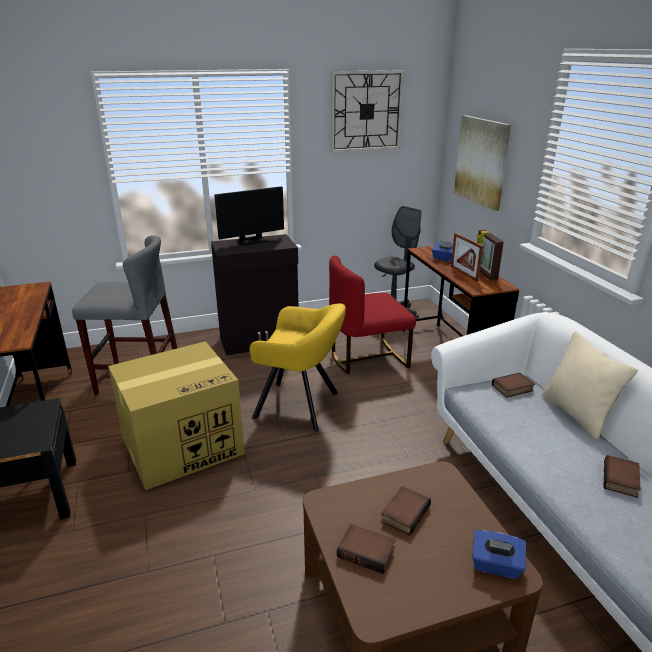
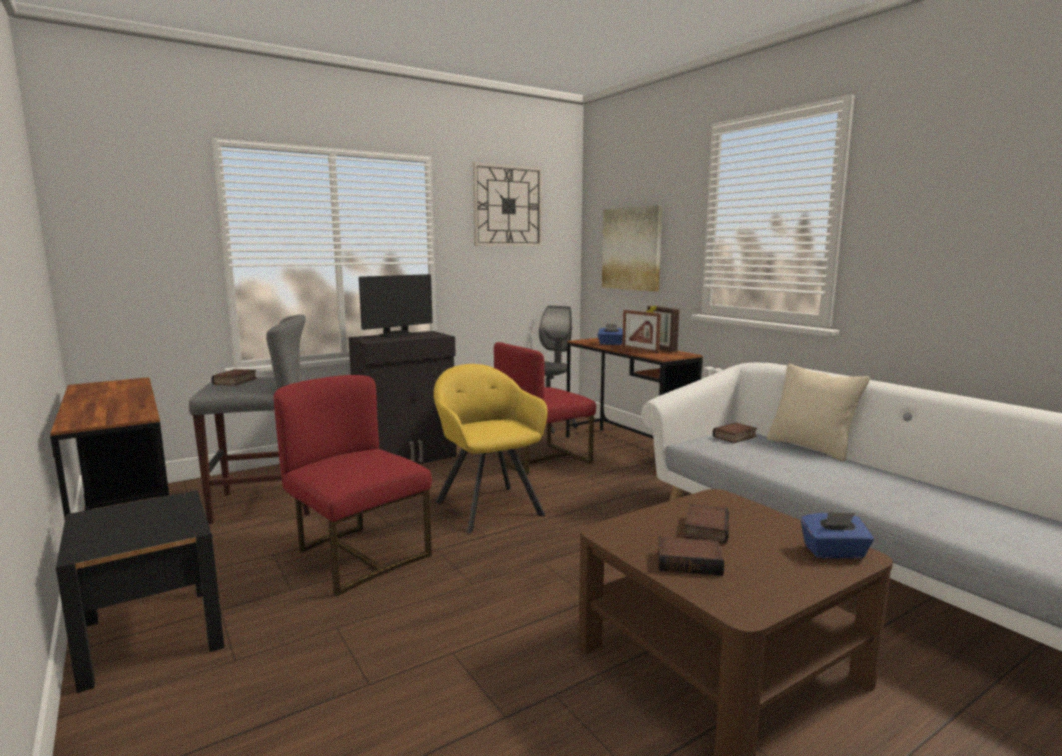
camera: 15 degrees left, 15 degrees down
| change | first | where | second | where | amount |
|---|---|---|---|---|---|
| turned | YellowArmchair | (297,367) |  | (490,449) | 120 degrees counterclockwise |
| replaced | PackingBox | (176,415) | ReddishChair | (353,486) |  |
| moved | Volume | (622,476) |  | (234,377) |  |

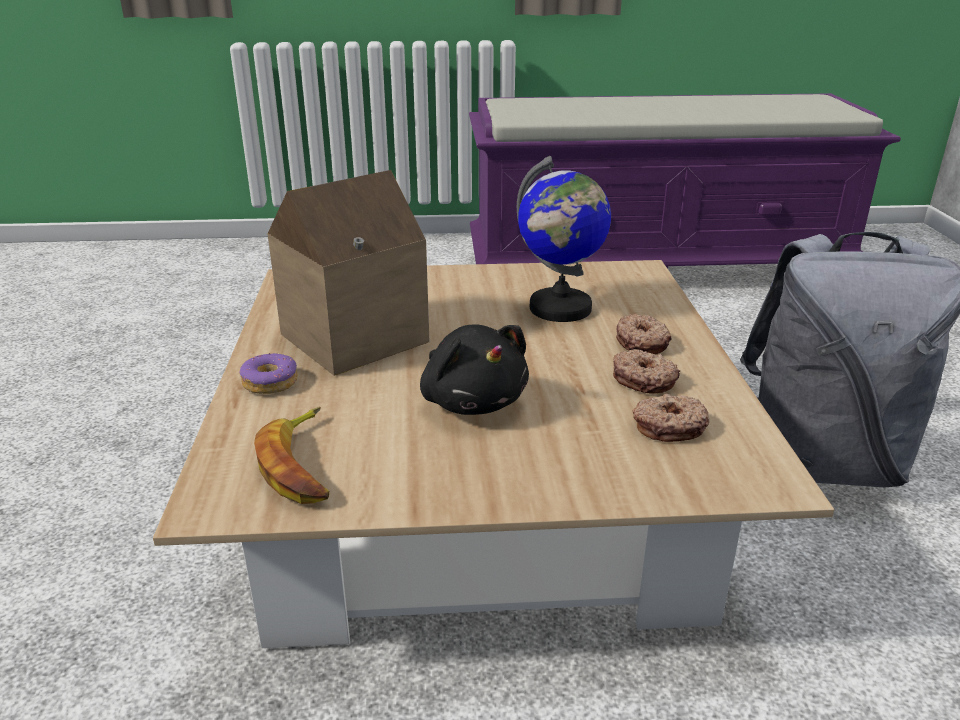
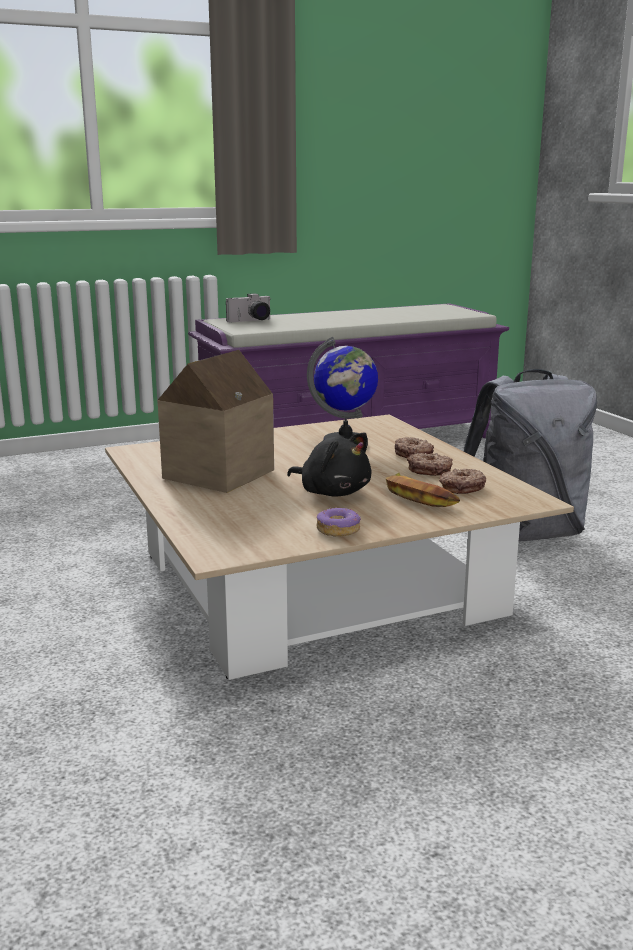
camera: 20 degrees left, 10 degrees down
| change | first | where | second | where | amount |
|---|---|---|---|---|---|
| moved | Doughnut | (268,373) |  | (339,522) |  |
| moved | BananaFruit | (291,455) |  | (423,489) |  |
| added |  |  | PhotoCamera | (248,307) |  |

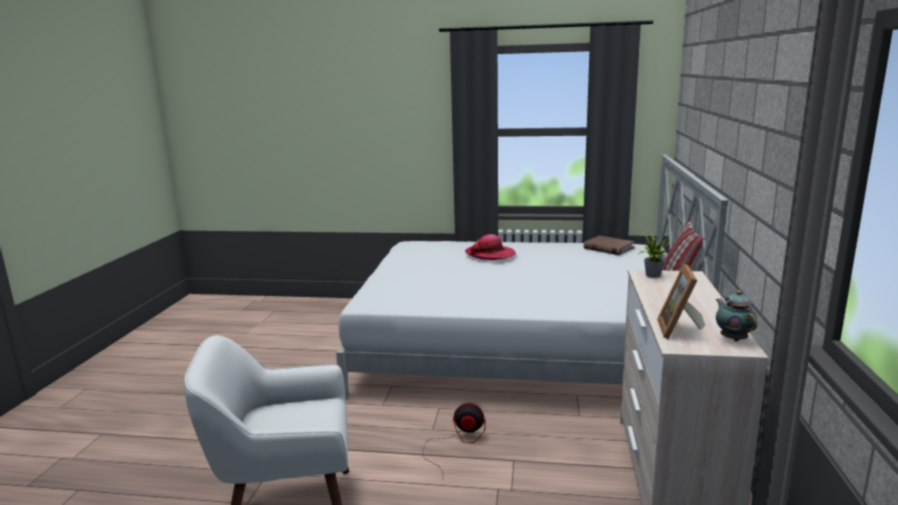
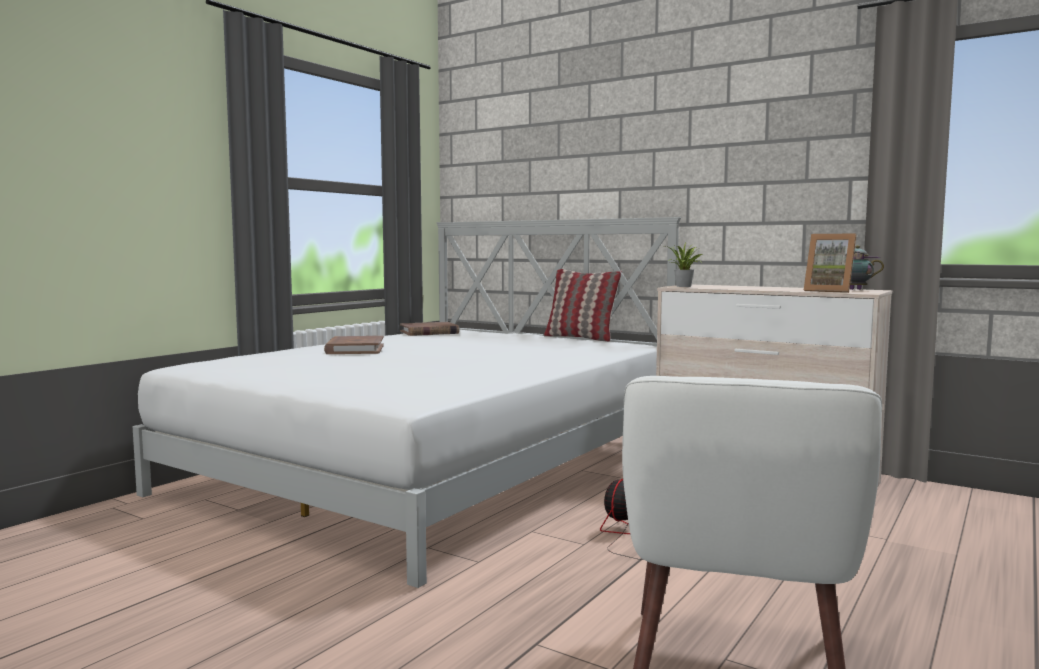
camera: 65 degrees left, 10 degrees down
| change | first | where | second | where | amount |
|---|---|---|---|---|---|
| replaced | WearableHat | (490,247) | BrownColouredVolume | (354,345) |  |

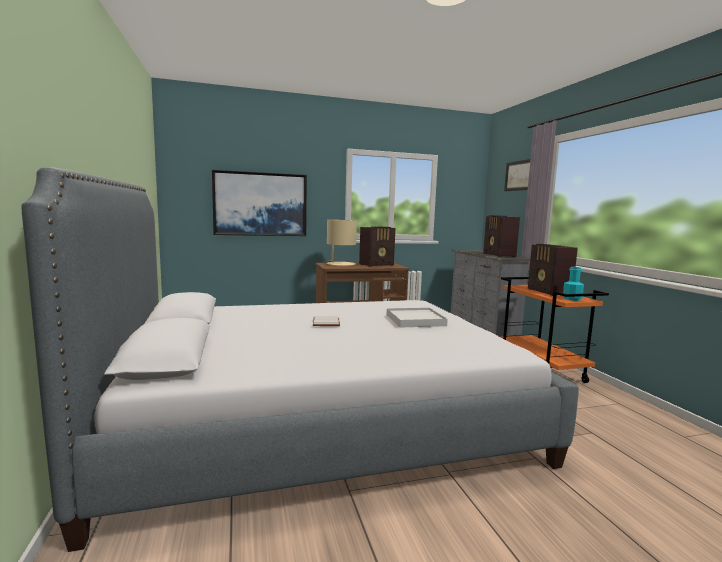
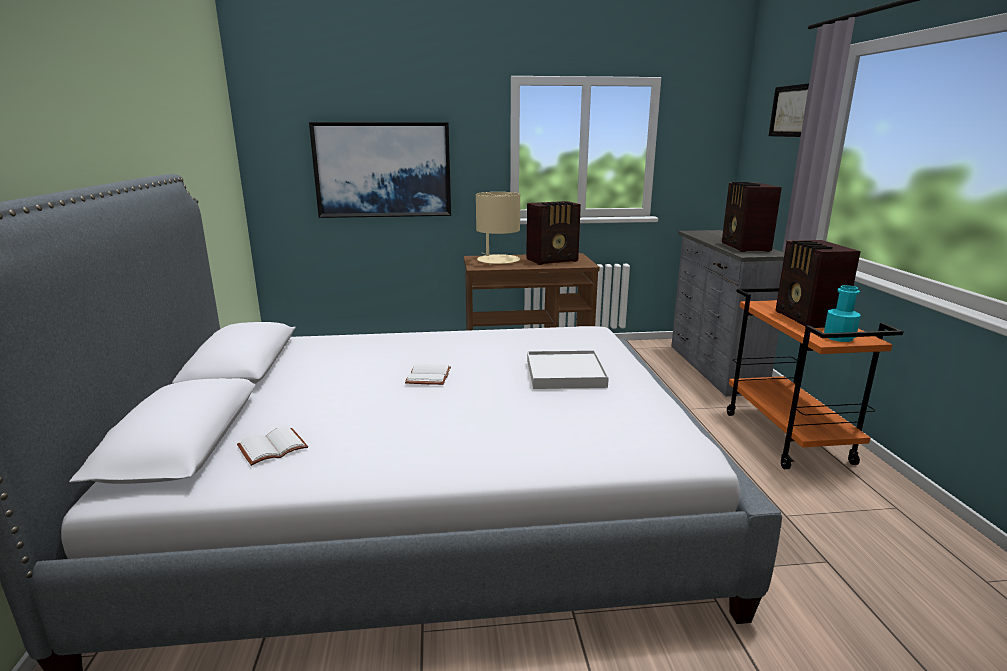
camera: 10 degrees right, 10 degrees up
| change | first | where | second | where | amount |
|---|---|---|---|---|---|
| added |  |  | WhiteVolume | (272,446) |  |

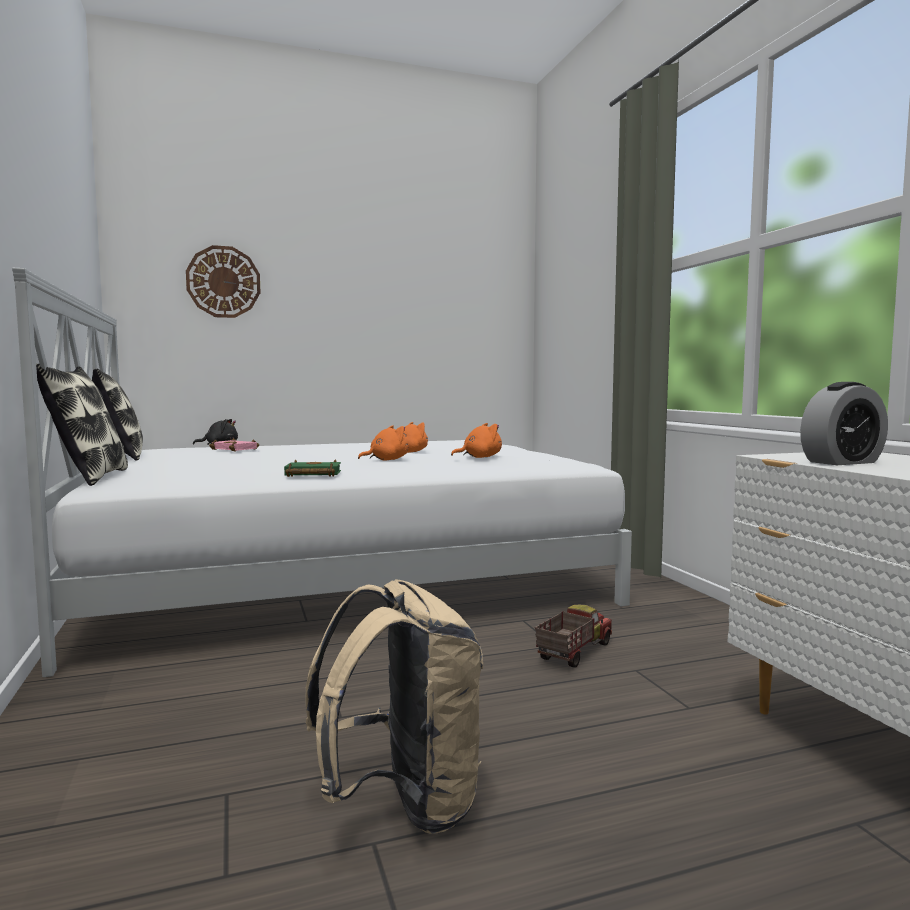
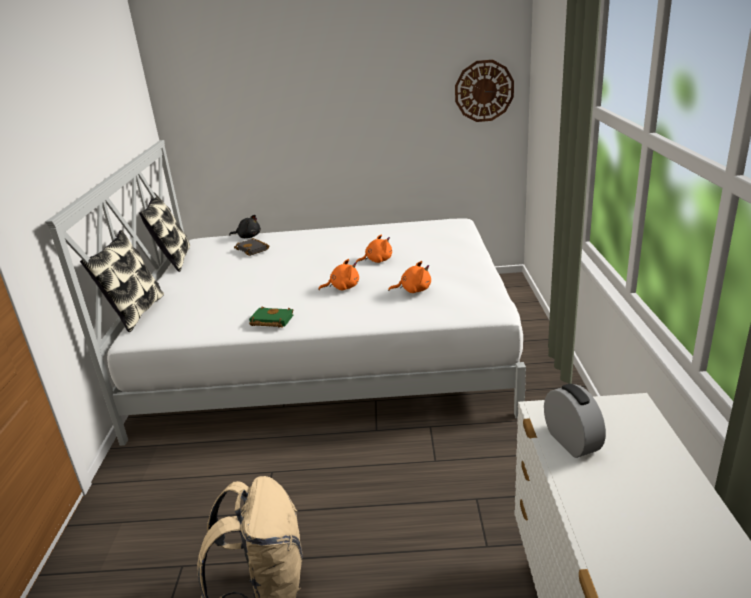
camera: 20 degrees right, 20 degrees up
| change | first | where | second | where | amount |
|---|---|---|---|---|---|
| moved | ClockOnTheWall | (223,281) |  | (484,91) |  |
| turned | AlarmClock | (844,423) |  | (575,421) | 105 degrees counterclockwise |
| recoloured | PinkColouredVolume | (234,444) | BlackVolume | (252,247) |  |
| removed | ModelTruck | (573,636) |  |  |  |

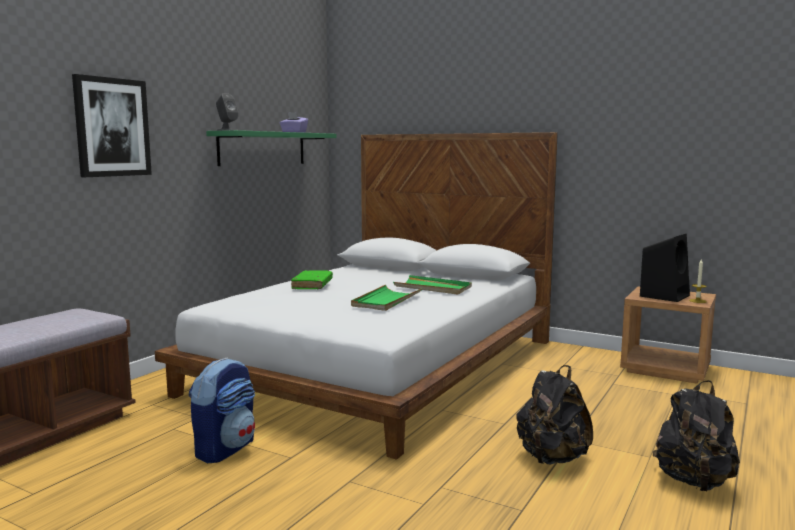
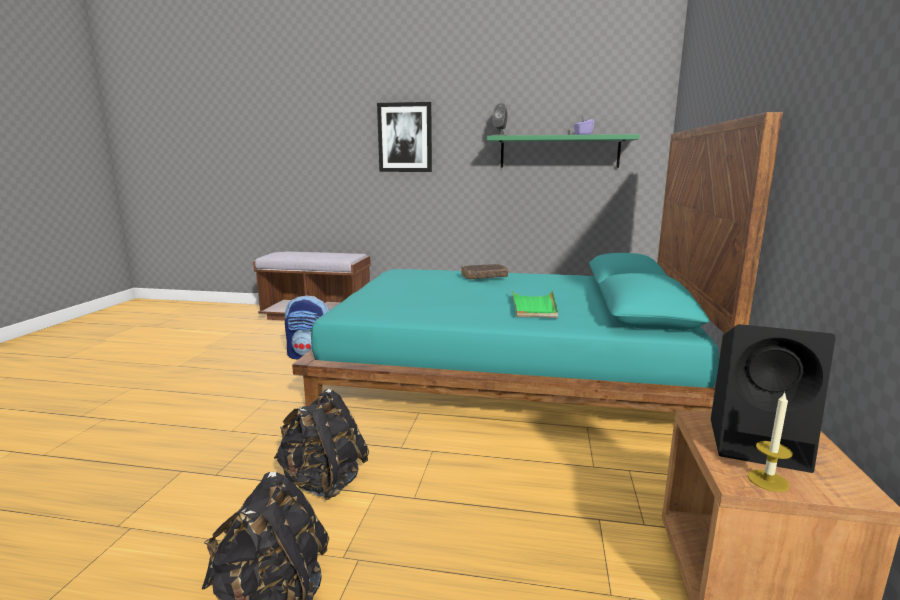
camera: 70 degrees right, 5 degrees up
| change | first | where | second | where | amount |
|---|---|---|---|---|---|
| recoloured | WhiteBedroomBed | (356,296) | BlueGreenBedroomBed | (537,262) |  |
| recoloured | GreenColouredVolume | (312,279) | BrownColouredVolume | (484,271) |  |
| removed | GreenColouredTray | (386,298) |  |  |  |

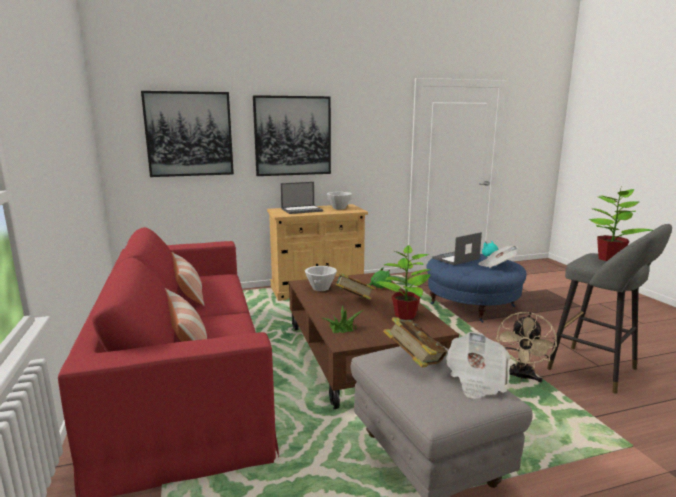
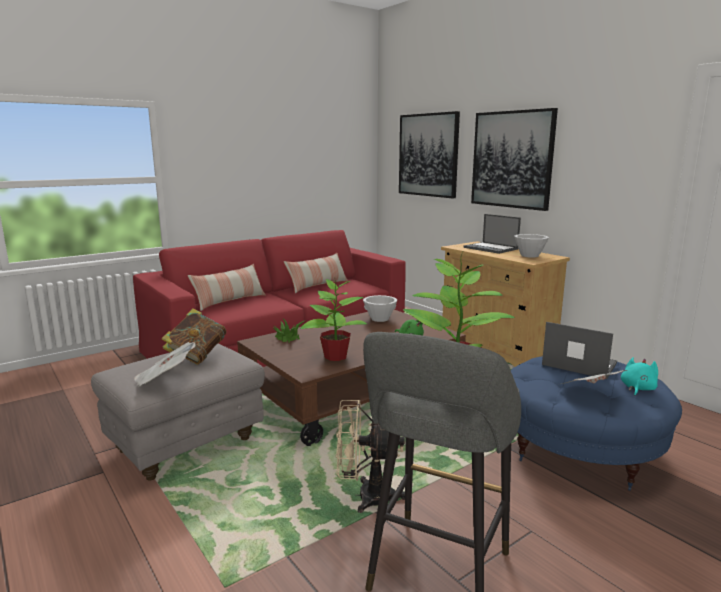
camera: 70 degrees right, 0 degrees up
| change | first | where | second | where | amount |
|---|---|---|---|---|---|
| removed | Volume | (355,286) |  |  |  |

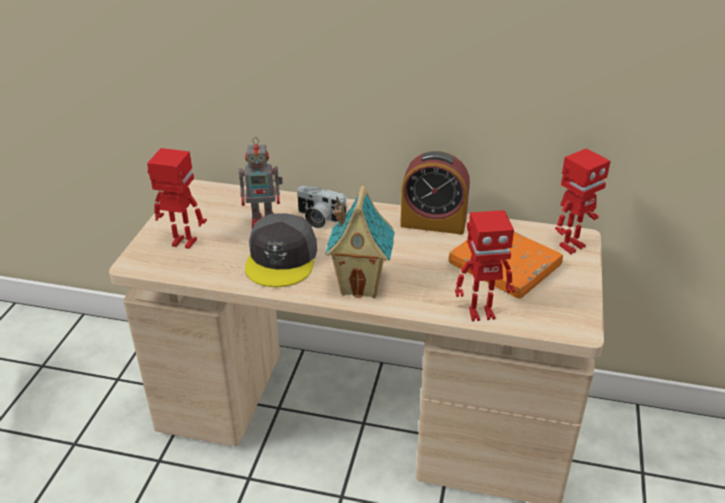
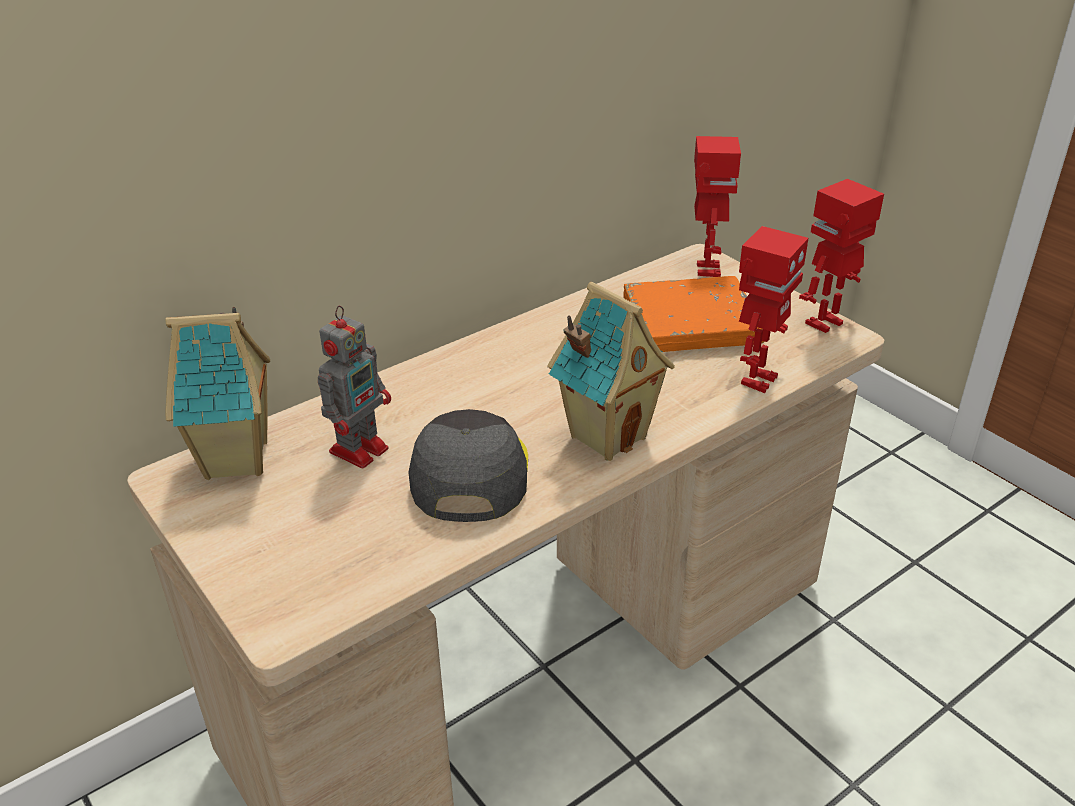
camera: 50 degrees left, 0 degrees up
| change | first | where | second | where | amount |
|---|---|---|---|---|---|
| moved | RobotFigure | (177,198) |  | (841,256) |  |
| removed | AlarmClock | (435,193) |  |  |  |
| removed | PhotoCamera | (322,207) |  |  |  |
| turned | GreyBaseballCap | (281,250) |  | (468,465) | 135 degrees counterclockwise |
| added |  |  | ToyHouse | (217,393) |  |

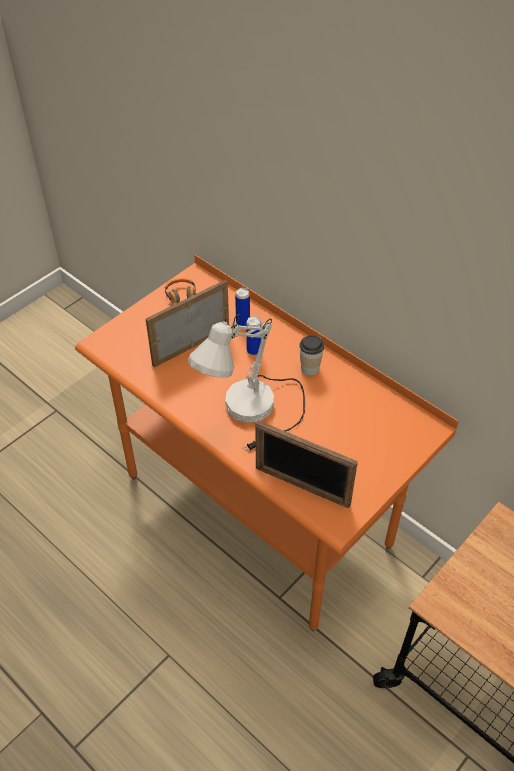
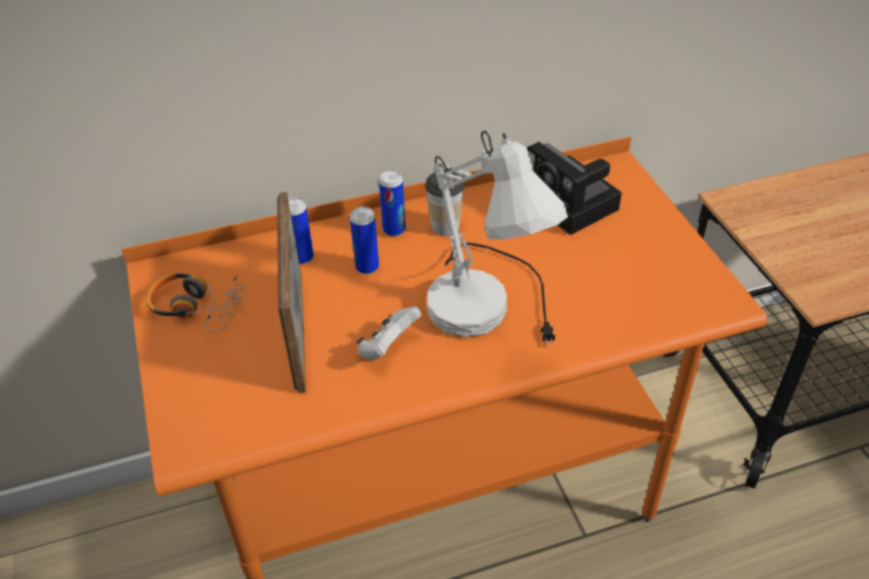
camera: 60 degrees left, 5 degrees down
| change | first | where | second | where | amount |
|---|---|---|---|---|---|
| removed | PhotoFrame | (307,464) |  |  |  |
| added |  |  | PhotoCamera | (574,188) |  |
| added |  |  | MetalCan | (392,203) |  |
| added |  |  | WhiteJoypad | (389,333) |  |

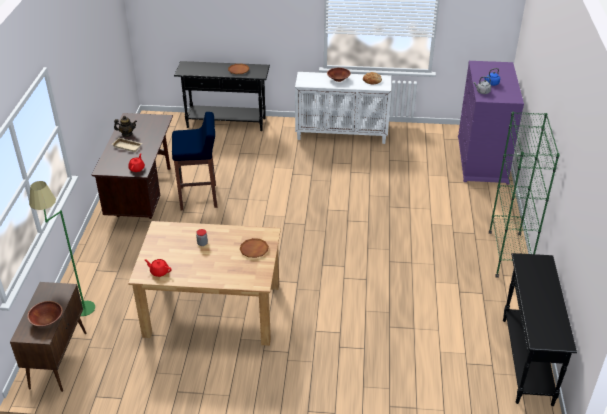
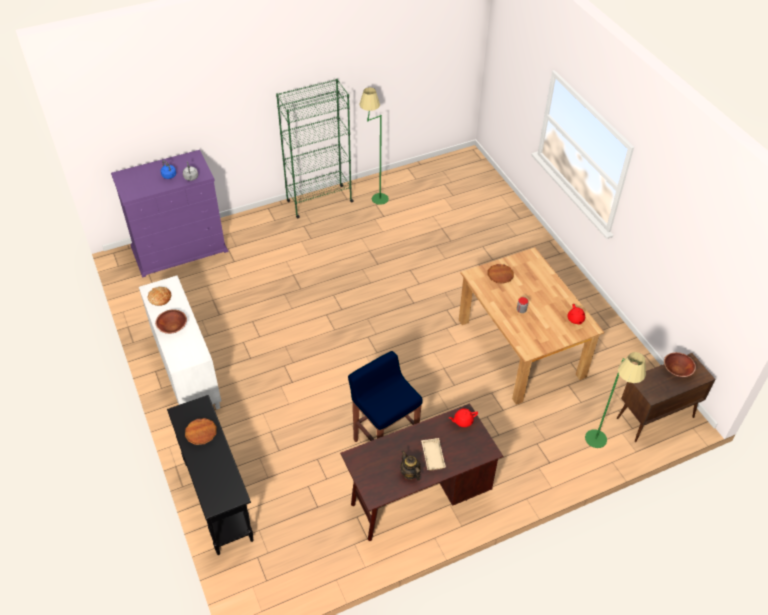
camera: 120 degrees left, 10 degrees up
| change | first | where | second | where | amount |
|---|---|---|---|---|---|
| removed | BlackHallTable | (540,329) |  |  |  |
| added |  |  | GreenColouredFloorLamp | (374,146) |  |

